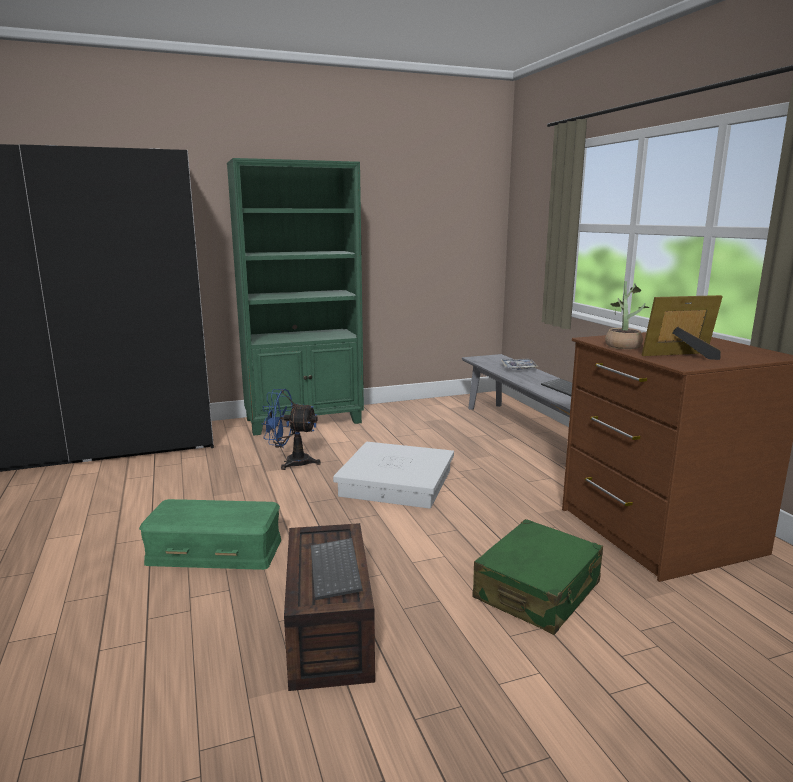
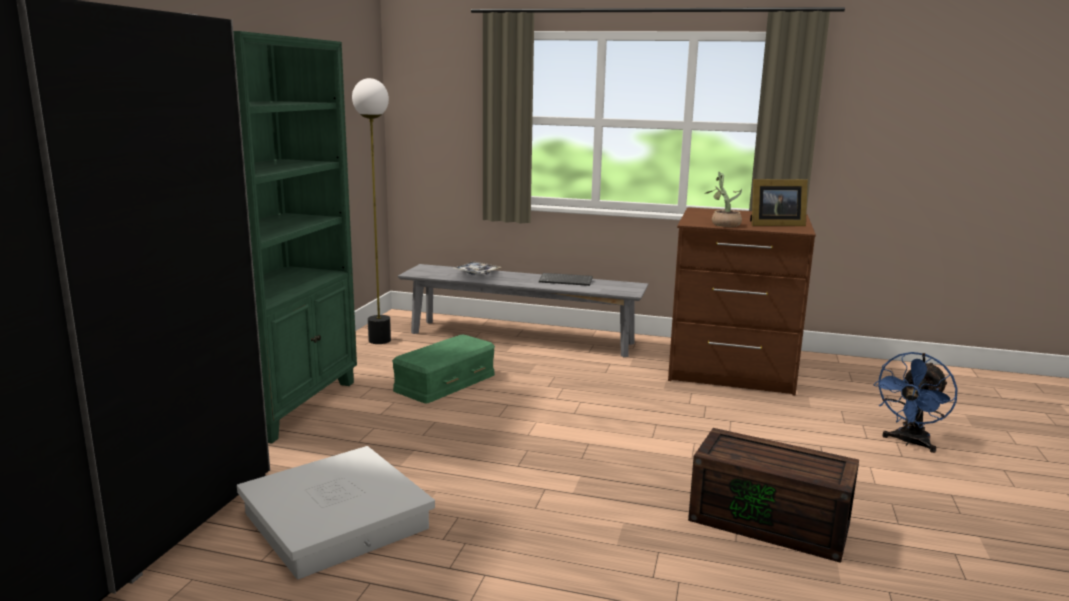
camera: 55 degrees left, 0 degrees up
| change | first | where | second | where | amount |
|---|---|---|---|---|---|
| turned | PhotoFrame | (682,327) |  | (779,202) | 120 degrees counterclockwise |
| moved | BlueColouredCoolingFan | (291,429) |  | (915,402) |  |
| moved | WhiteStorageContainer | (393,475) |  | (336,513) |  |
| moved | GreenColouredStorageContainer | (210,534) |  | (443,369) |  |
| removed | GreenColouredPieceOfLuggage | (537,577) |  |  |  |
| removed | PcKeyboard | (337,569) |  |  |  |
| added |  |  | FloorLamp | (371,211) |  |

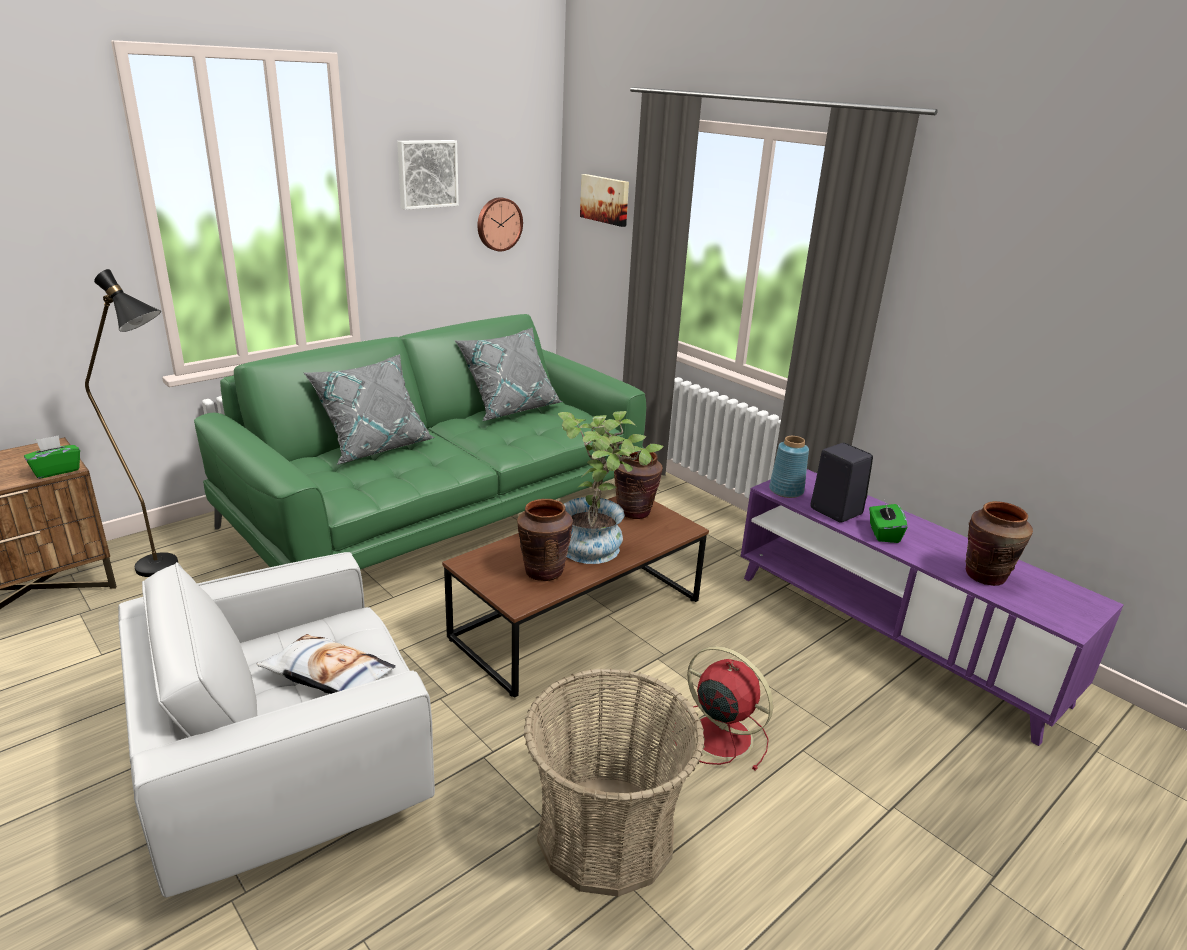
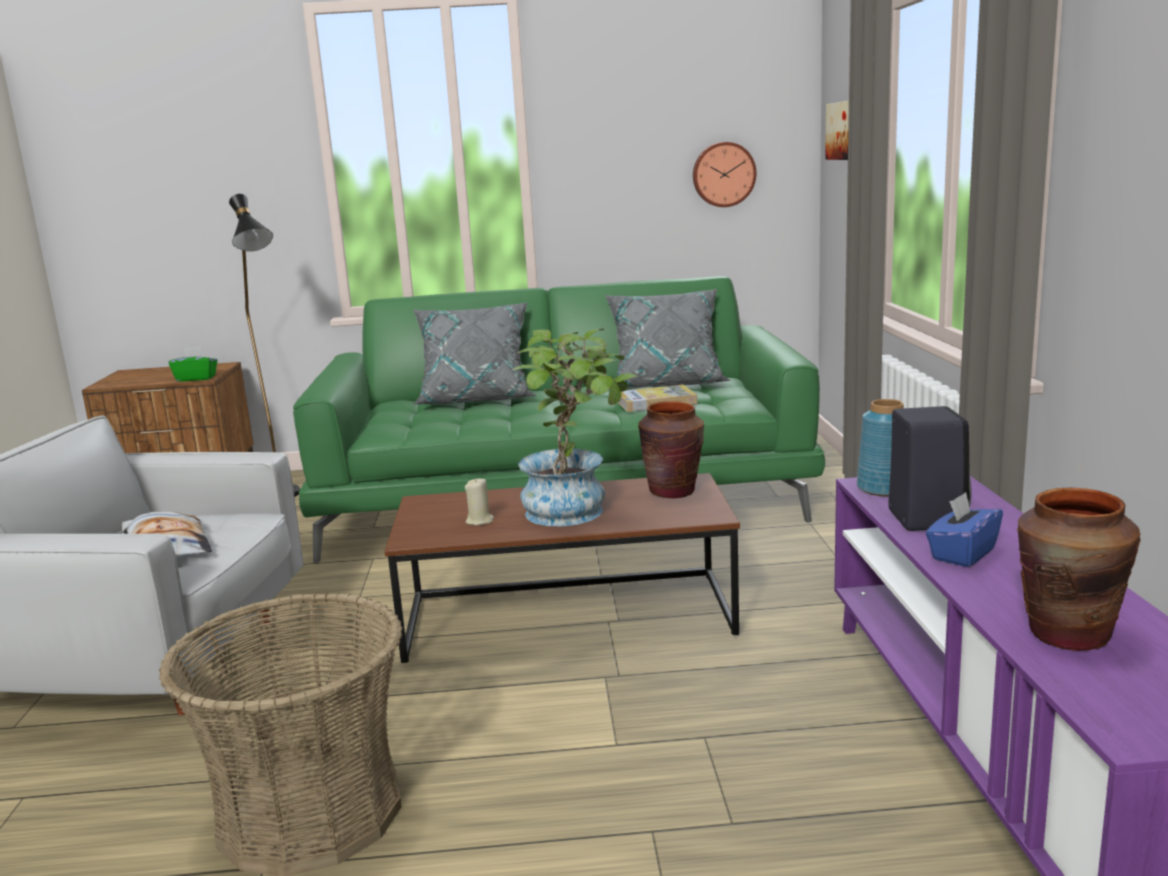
camera: 40 degrees right, 10 degrees down
| change | first | where | second | where | amount |
|---|---|---|---|---|---|
| removed | Picture | (428,175) |  |  |  |
| replaced | BrownColouredFlowerVase | (545,540) | SandColouredWaxLight | (479,501) |  |
| recoloured | GreenColouredTissueHolder | (888,522) | BlueColouredTissueHolder | (964,529) |  |
| removed | ReddishCoolingFan | (723,708) |  |  |  |
| added |  |  | Volume | (657,398) |  |

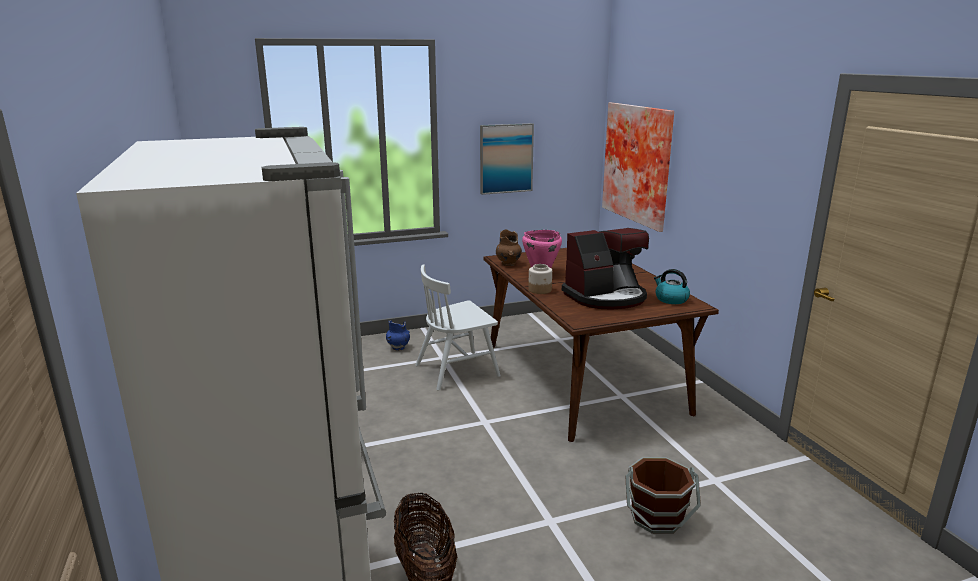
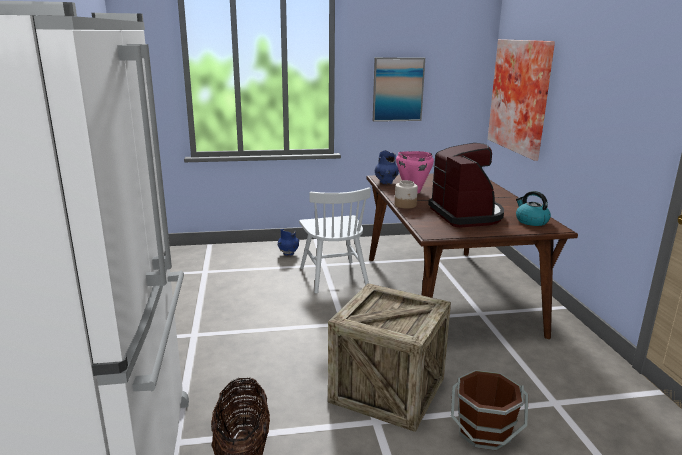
camera: 10 degrees right, 0 degrees up
| change | first | where | second | where | amount |
|---|---|---|---|---|---|
| turned | CoffeeMachine | (605,269) |  | (466,185) | 90 degrees counterclockwise |
| recoloured | BrownColouredFlowerVase | (509,247) | BlueColouredFlowerVase | (387,167) |  |
| turned | WhiteChair | (458,328) |  | (335,241) | 90 degrees counterclockwise |
| added |  |  | ShippingCrate | (389,357) |  |

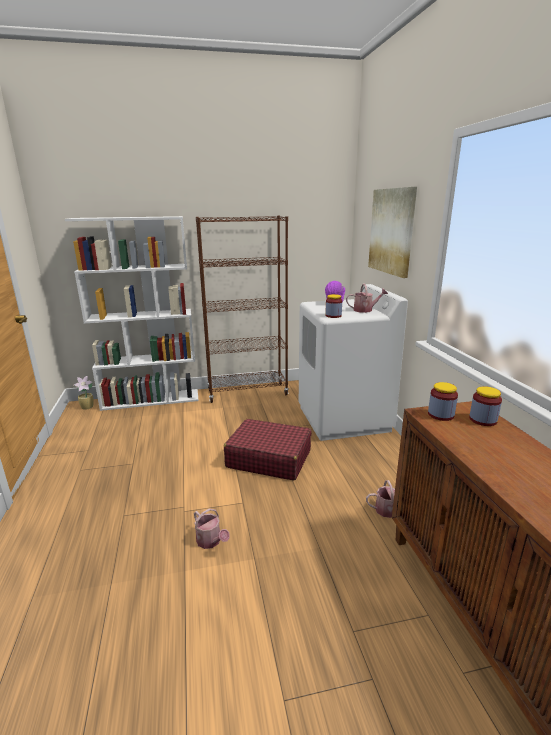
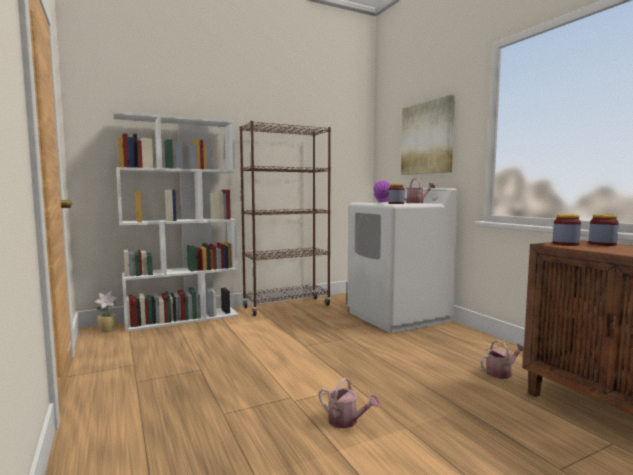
camera: 15 degrees left, 15 degrees down
| change | first | where | second | where | amount |
|---|---|---|---|---|---|
| removed | ReddishPieceOfLuggage | (268,449) |  |  |  |

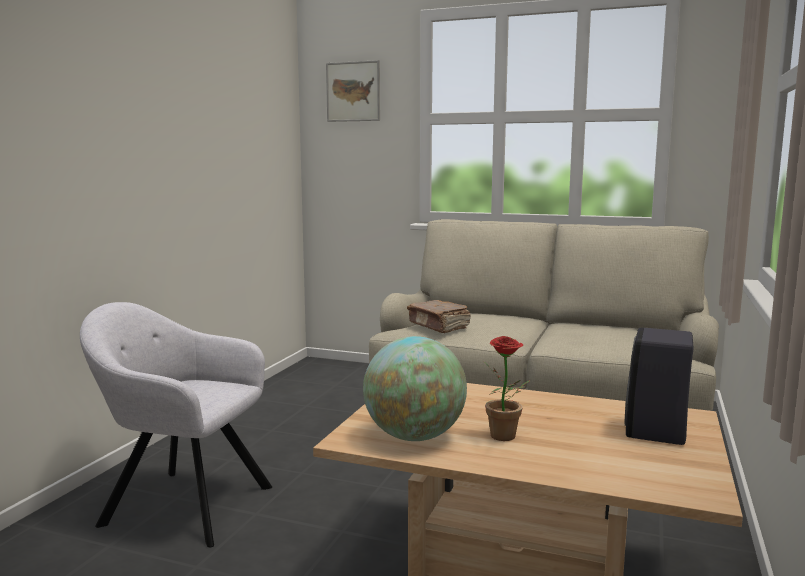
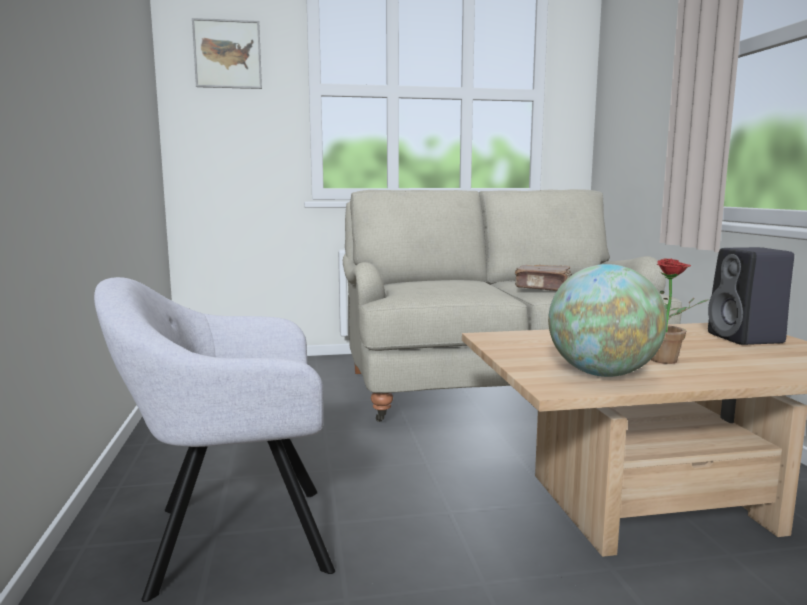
camera: 30 degrees left, 0 degrees up
| change | first | where | second | where | amount |
|---|---|---|---|---|---|
| moved | BrownColouredVolume | (439,316) |  | (543,278) |  |

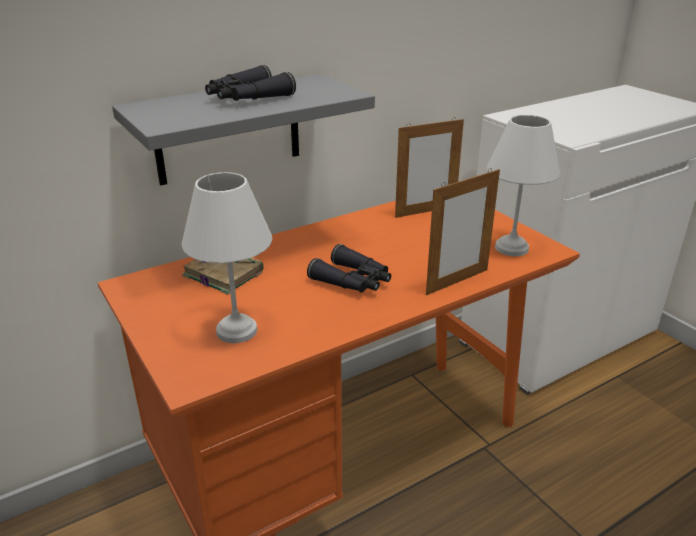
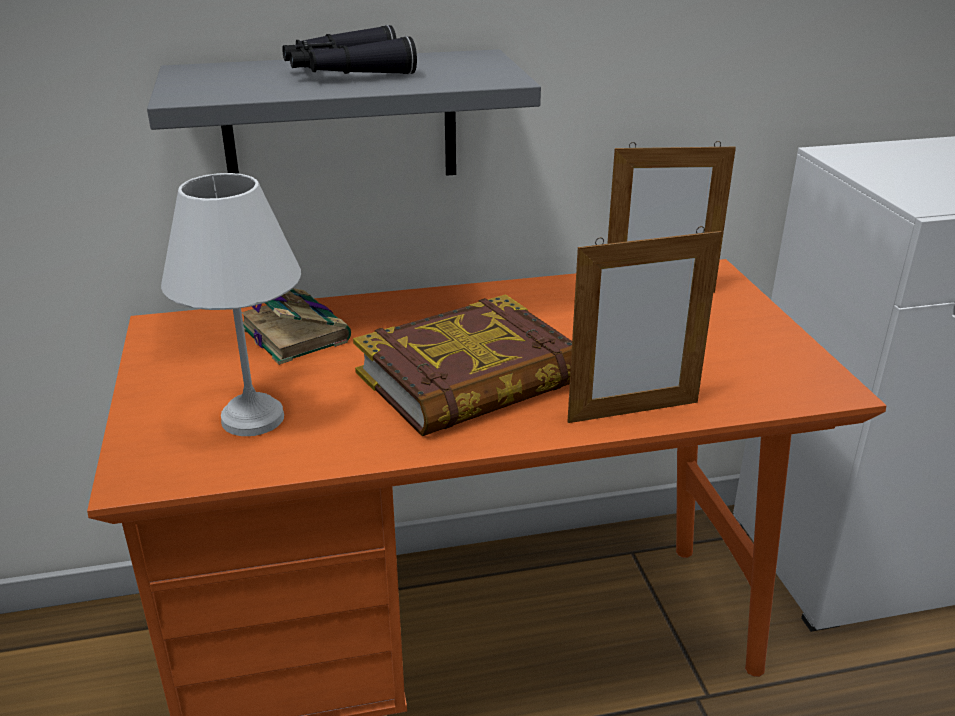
camera: 20 degrees right, 0 degrees up
| change | first | where | second | where | amount |
|---|---|---|---|---|---|
| removed | WhiteTabletopLamp | (523,185) |  |  |  |
| replaced | BlackPairOfBinoculars | (349,268) | Volume | (462,365) |  |

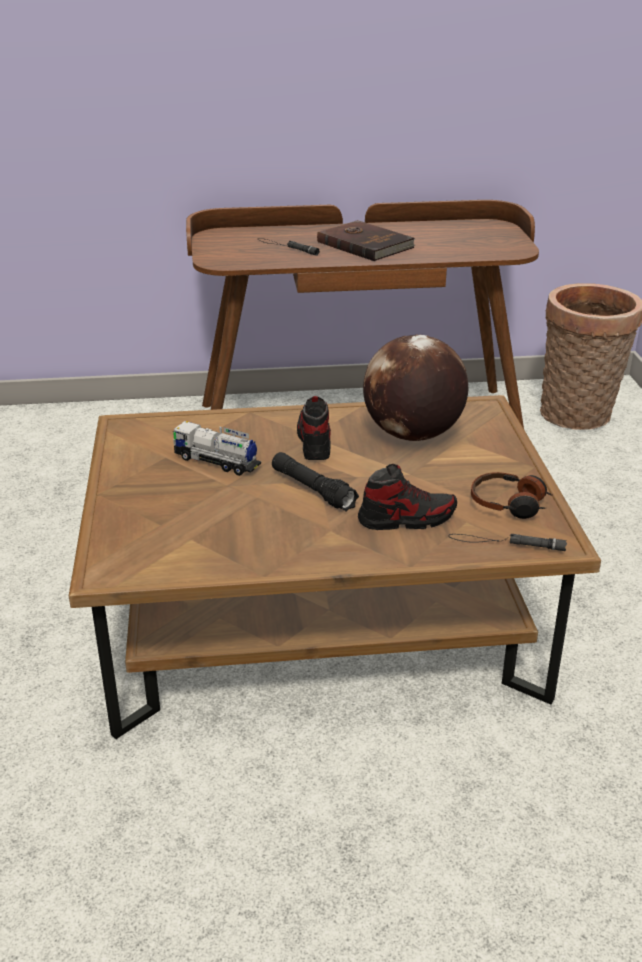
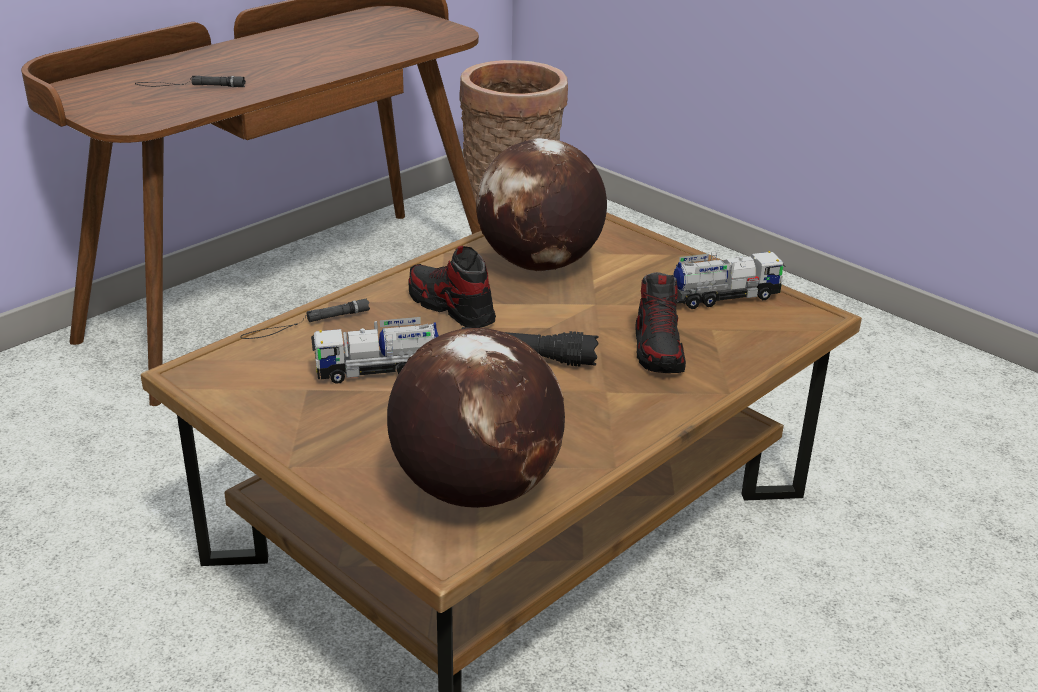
camera: 40 degrees left, 0 degrees up
| change | first | where | second | where | amount |
|---|---|---|---|---|---|
| removed | BrownColouredVolume | (366,240) |  |  |  |
| turned | ItemOfFootwear | (407,497) |  | (660,322) | 135 degrees clockwise |
| replaced | Headphones | (512,495) | ModelTruck | (728,280) |  |
| moved | BlackFlashlight | (507,542) |  | (305,318) |  |
| added |  |  | DeskGlobe | (476,418) |  |

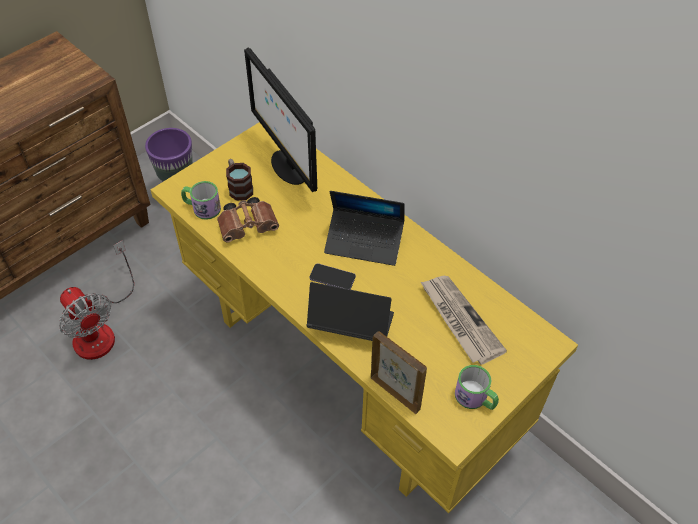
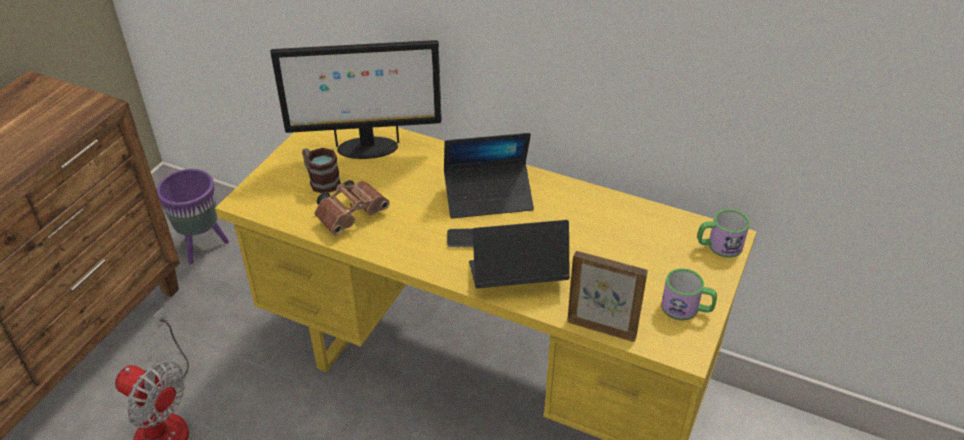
camera: 20 degrees left, 10 degrees down
| change | first | where | second | where | amount |
|---|---|---|---|---|---|
| turned | ComputerDisplay | (280,120) |  | (355,99) | 45 degrees counterclockwise |
| moved | Mug | (201,200) |  | (723,233) |  |
| removed | DailyPaper | (464,320) |  |  |  |

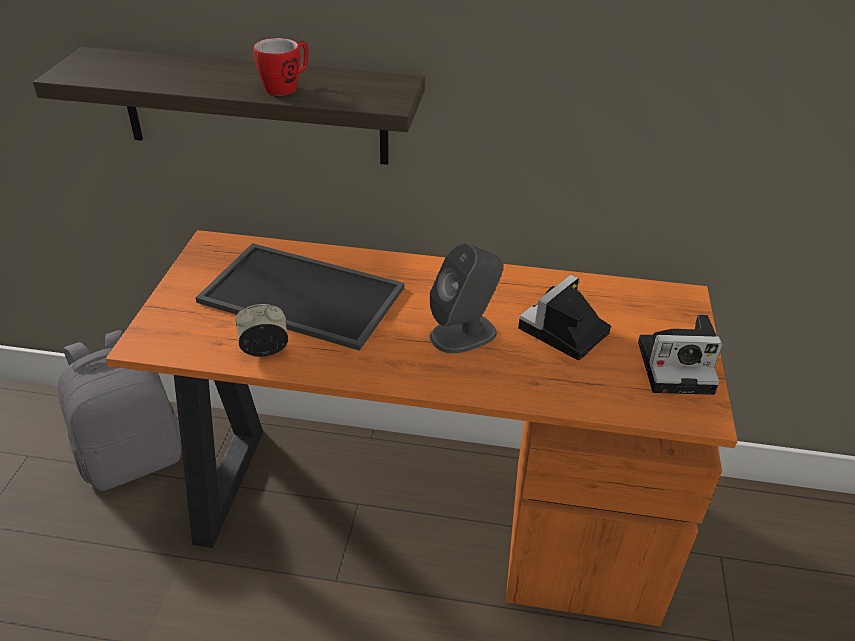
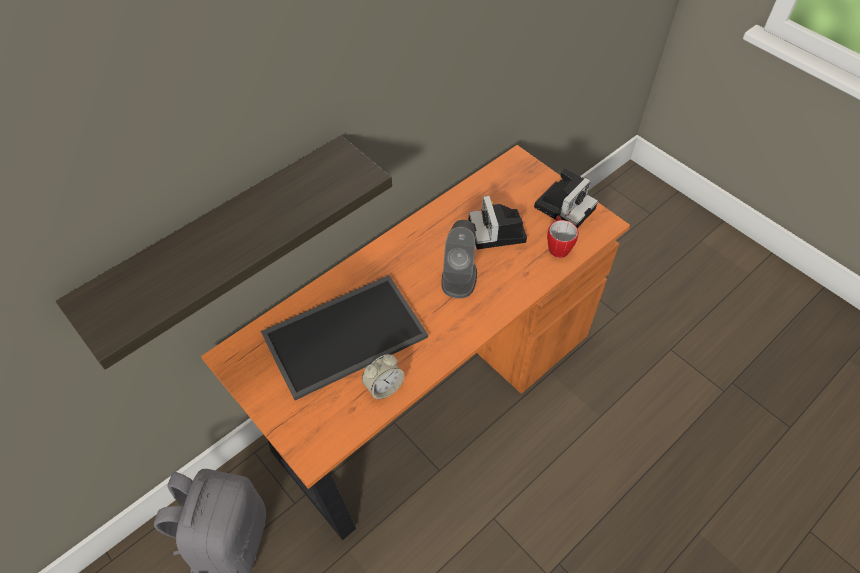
camera: 50 degrees left, 15 degrees up
| change | first | where | second | where | amount |
|---|---|---|---|---|---|
| moved | Mug | (281,67) |  | (562,236) |  |
| turned | AlarmClock | (261,330) |  | (383,377) | 150 degrees counterclockwise |

